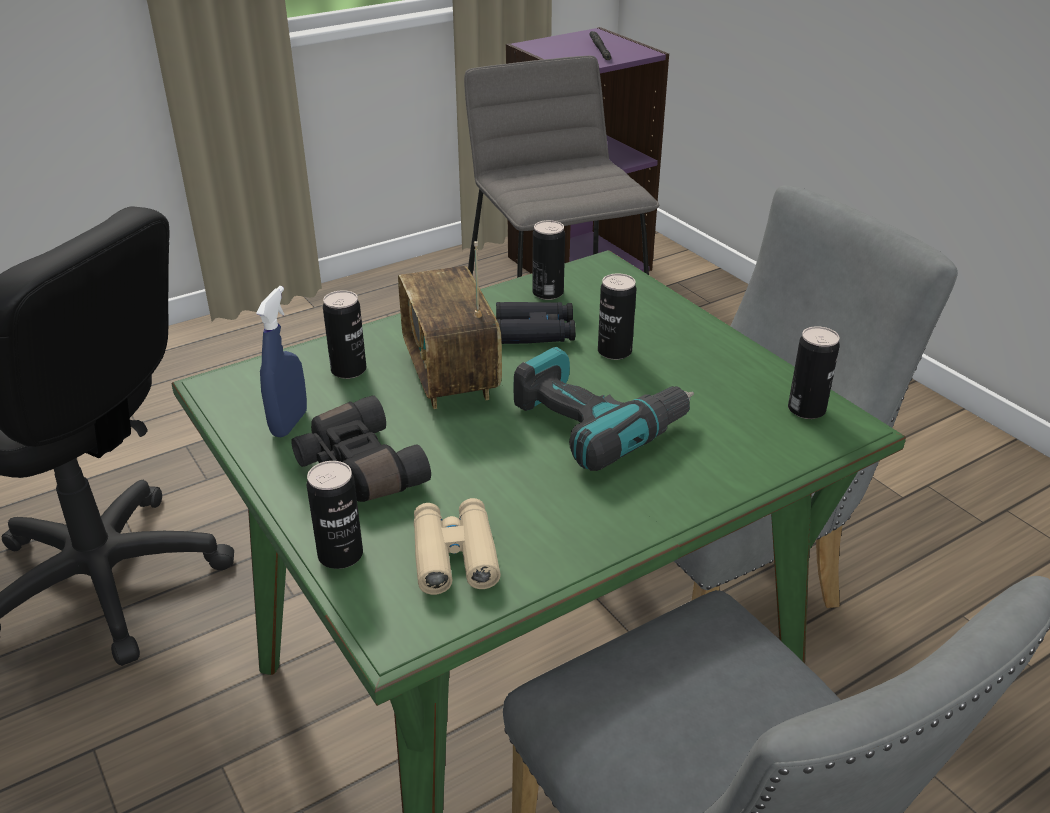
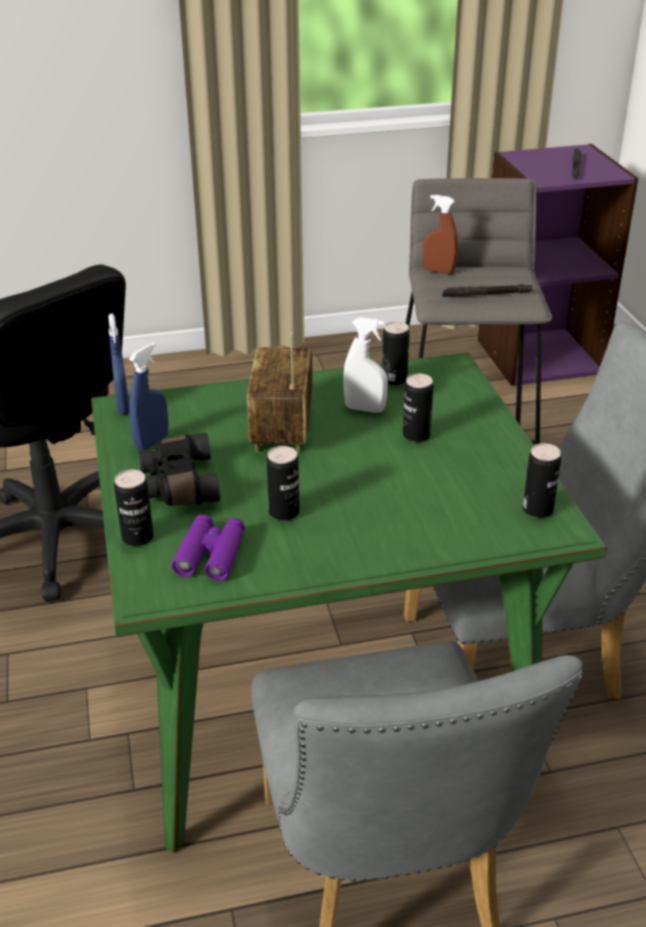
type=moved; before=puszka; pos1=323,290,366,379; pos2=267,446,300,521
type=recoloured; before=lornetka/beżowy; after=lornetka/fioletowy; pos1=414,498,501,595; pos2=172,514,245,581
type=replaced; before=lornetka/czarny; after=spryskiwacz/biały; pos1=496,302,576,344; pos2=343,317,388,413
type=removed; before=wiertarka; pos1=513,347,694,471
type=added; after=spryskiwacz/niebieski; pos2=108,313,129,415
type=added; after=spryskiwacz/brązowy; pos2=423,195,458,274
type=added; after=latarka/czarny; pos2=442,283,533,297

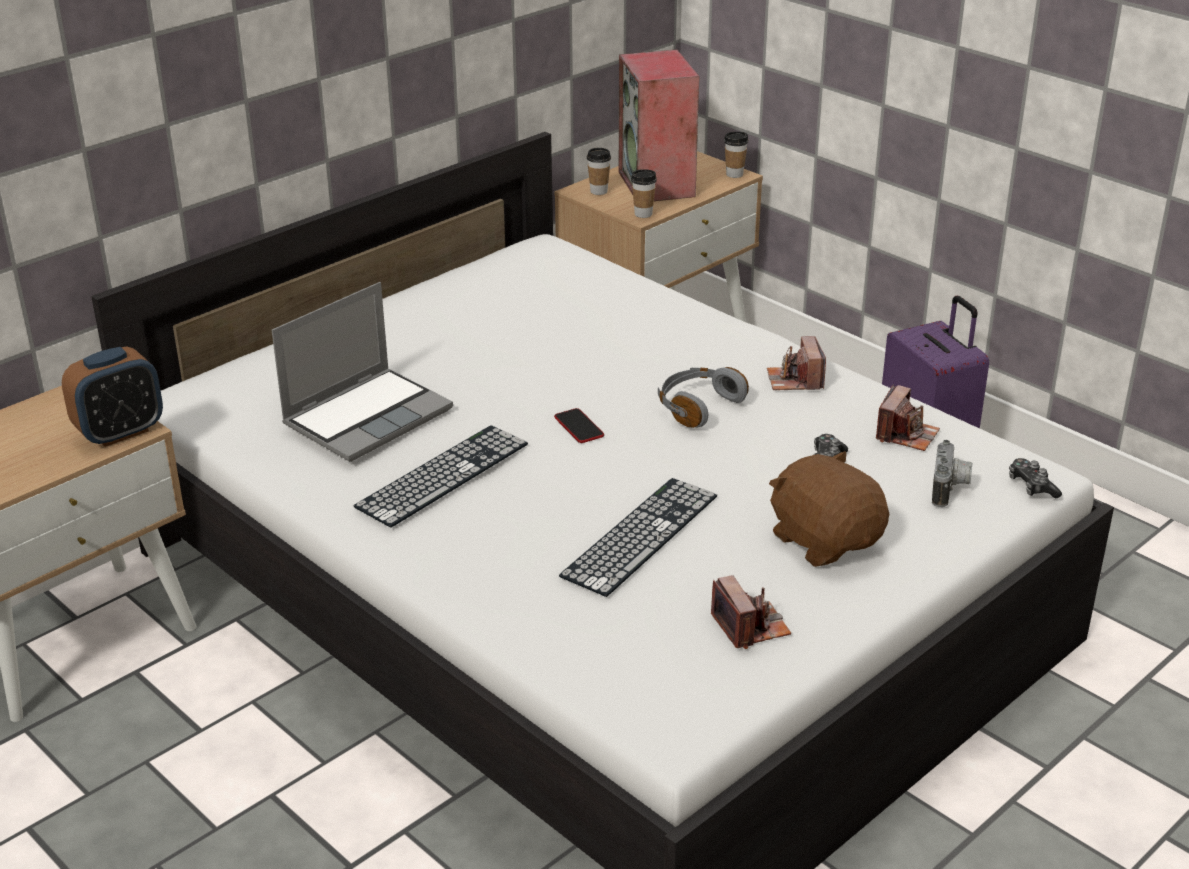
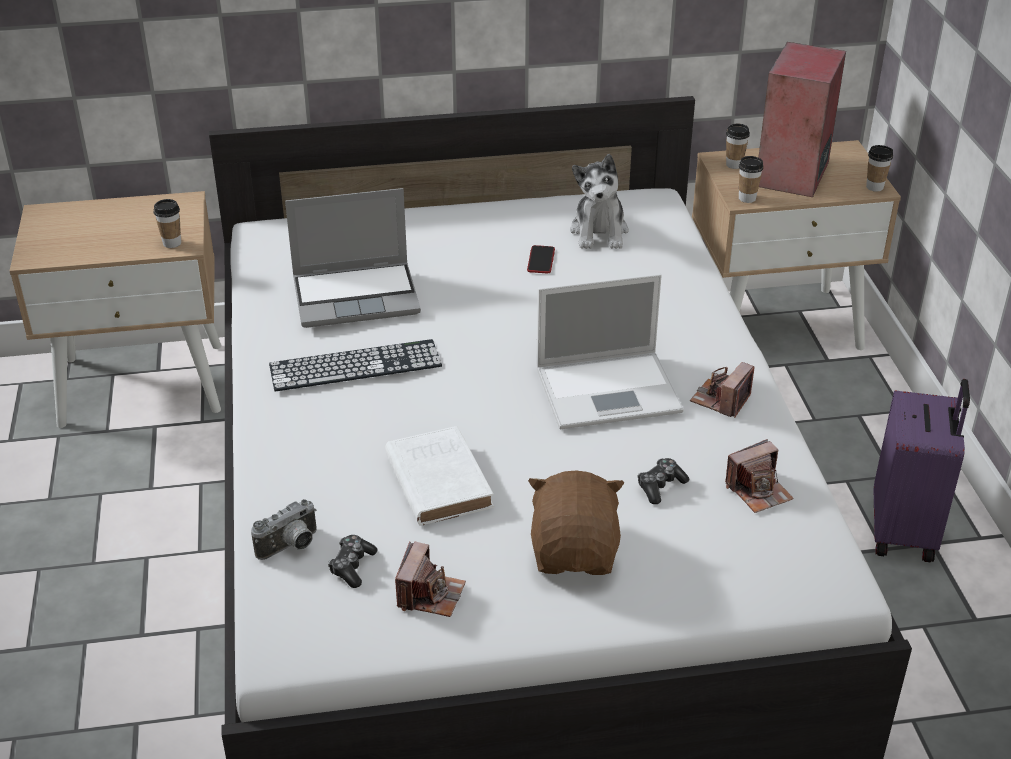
type=replaced; before=budzik; after=filiżanka; pos1=62,347,163,447; pos2=153,199,181,248
type=moved; before=telefon; pos1=554,408,604,443; pos2=527,245,555,273
type=replaced; before=klawiatura; after=książka/biały; pos1=559,478,717,597; pos2=385,426,494,526
type=replaced; before=słuchawki/szary; after=laptop; pos1=658,367,749,428; pos2=536,273,684,429
type=moved; before=aparat fotograficzny; pos1=932,440,972,507; pos2=251,499,317,560
type=moved; before=pad do gier; pos1=1009,458,1062,498; pos2=328,535,377,588
type=added; after=pluszak; pos2=570,154,629,249

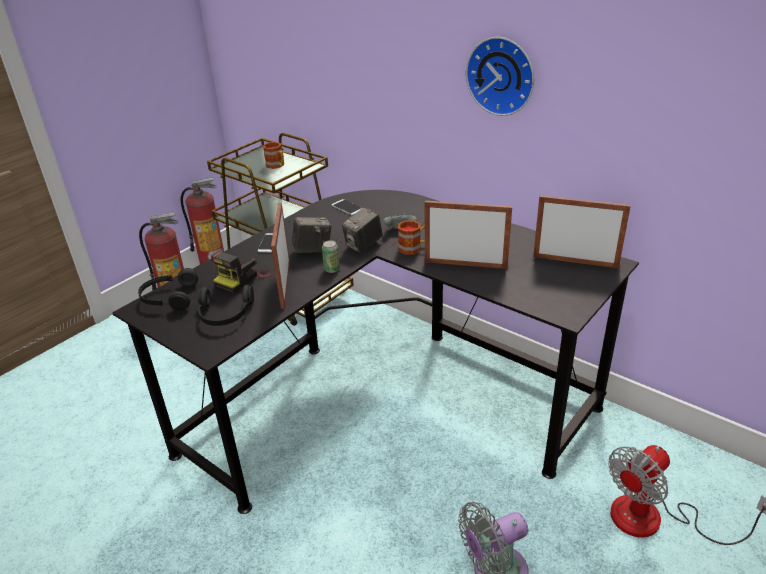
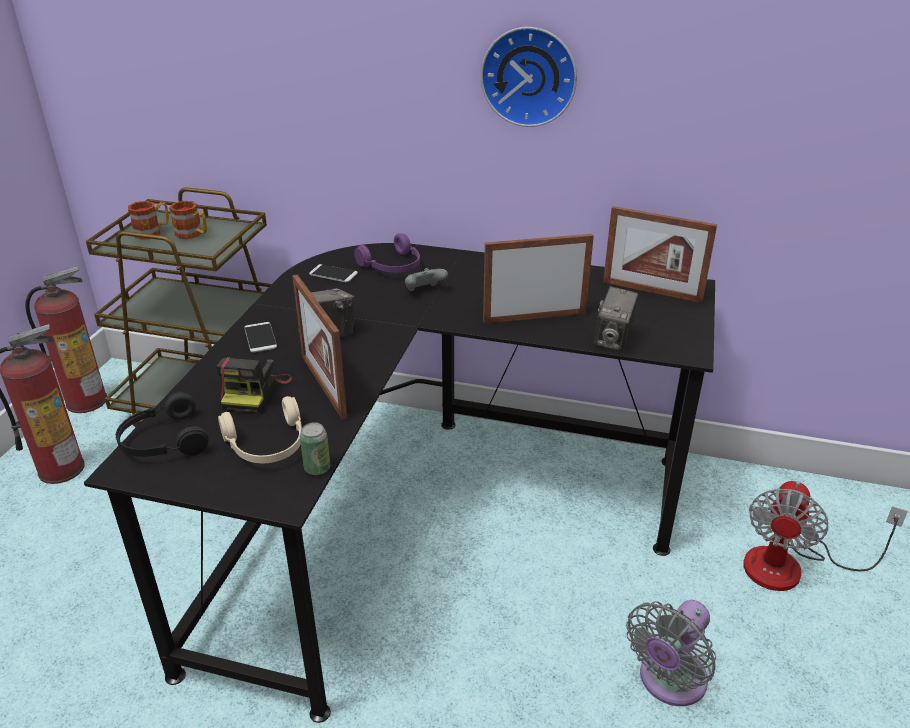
type=recoloured; before=słuchawki/czarny; after=słuchawki/beżowy; pos1=198,285,254,326; pos2=218,396,302,463
type=moved; before=puszka; pos1=322,240,340,273; pos2=300,422,330,475
type=moved; before=aparat fotograficzny; pos1=342,207,383,253; pos2=594,286,639,352
type=moved; before=kubek; pos1=398,220,425,255; pos2=128,201,169,240
type=turned; before=ramka na zdjęcie; pos1=533,195,631,268; pos2=603,206,717,303; turn=-150
type=added; after=słuchawki/fioletowy; pos2=354,233,420,273

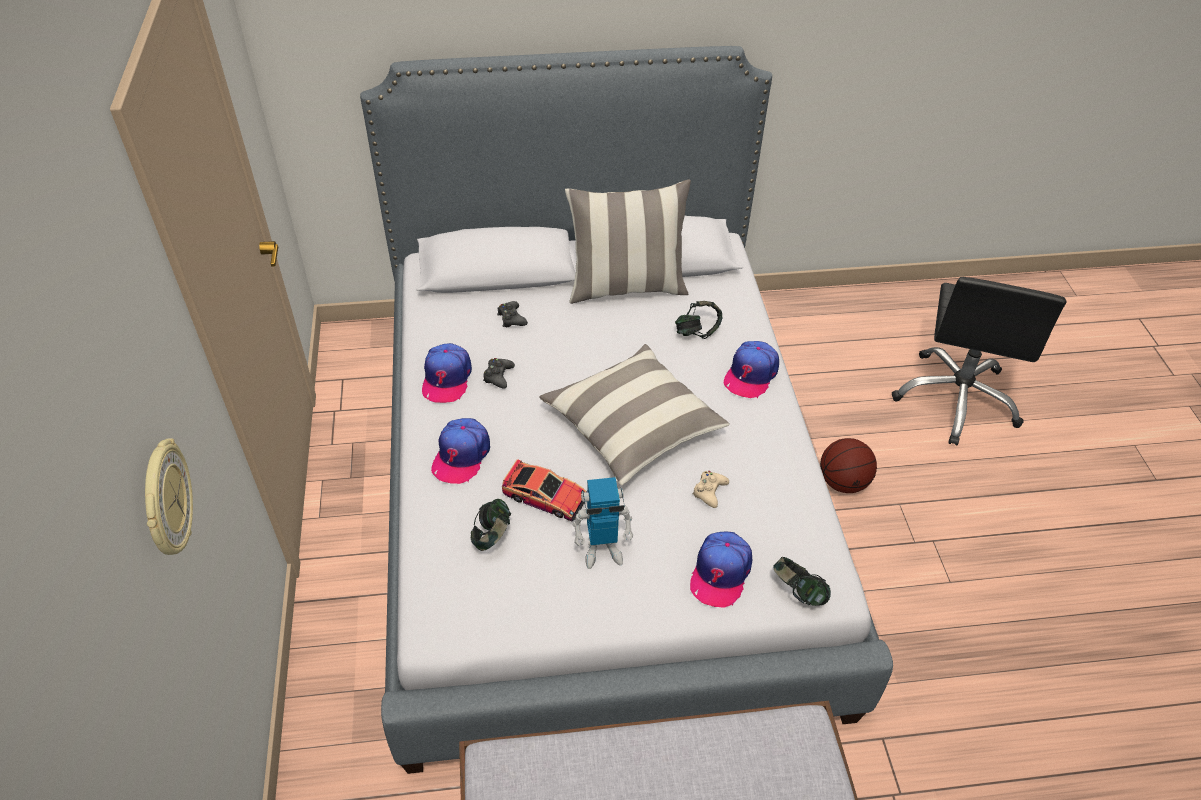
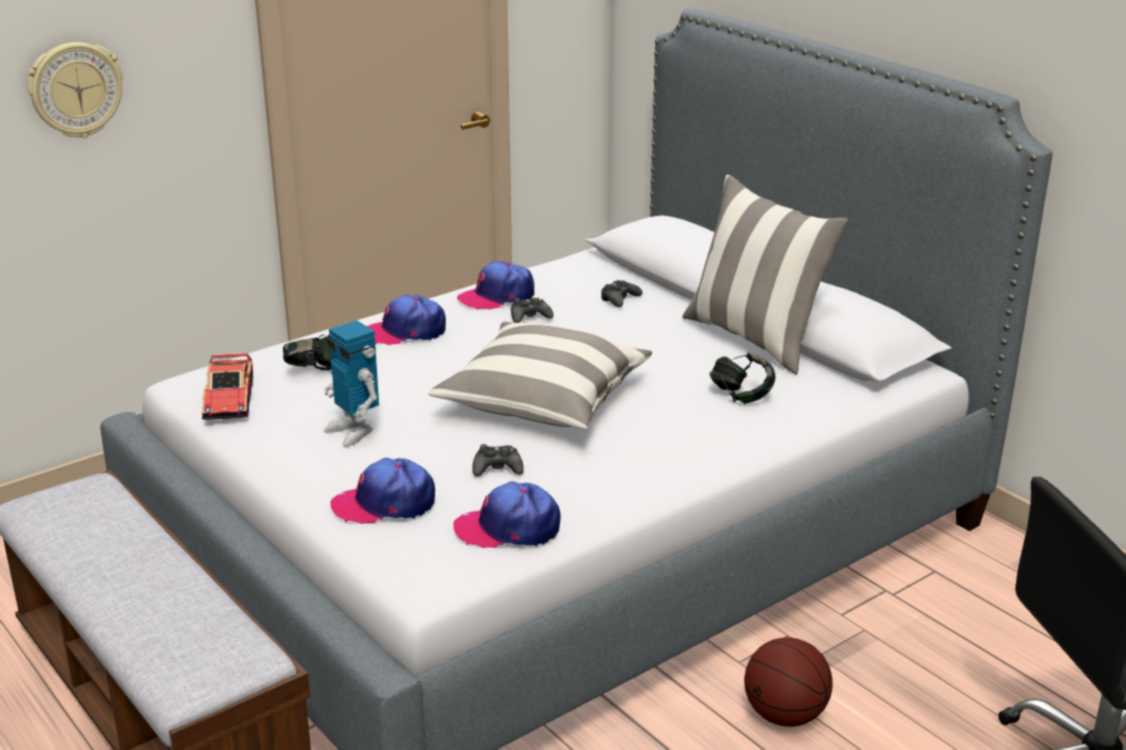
type=moved; before=samochodzik; pos1=502,459,587,521; pos2=202,353,253,420
type=recoloured; before=pad do gier/beżowy; after=pad do gier/czarny; pos1=693,471,729,508; pos2=472,444,524,476
type=moved; before=czapka z daszkiem; pos1=724,341,779,398; pos2=454,481,561,548
type=removed; before=słuchawki; pos1=773,557,831,606

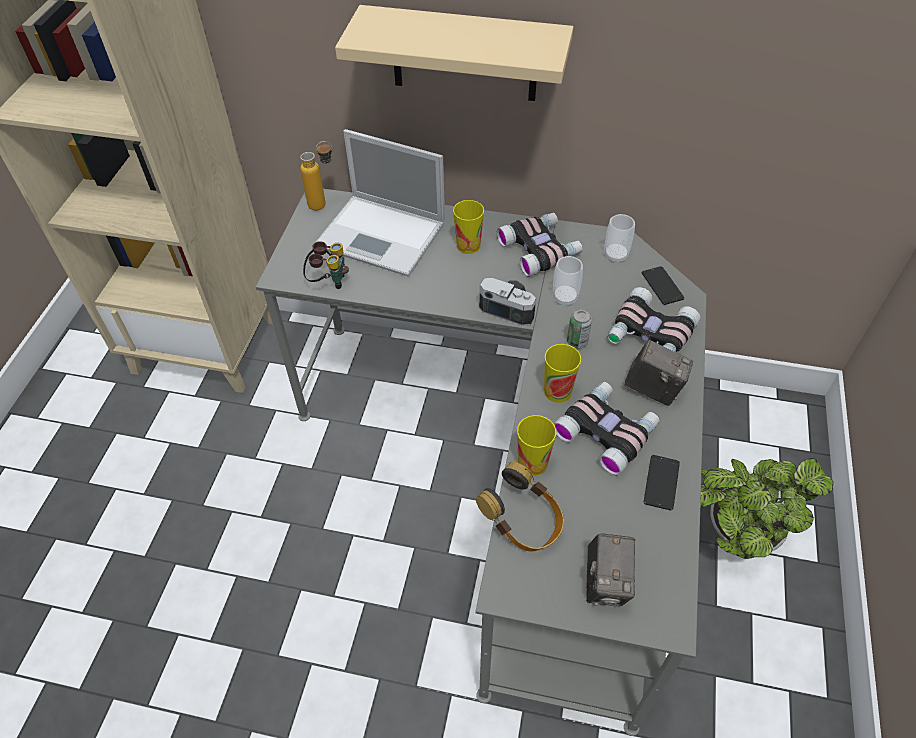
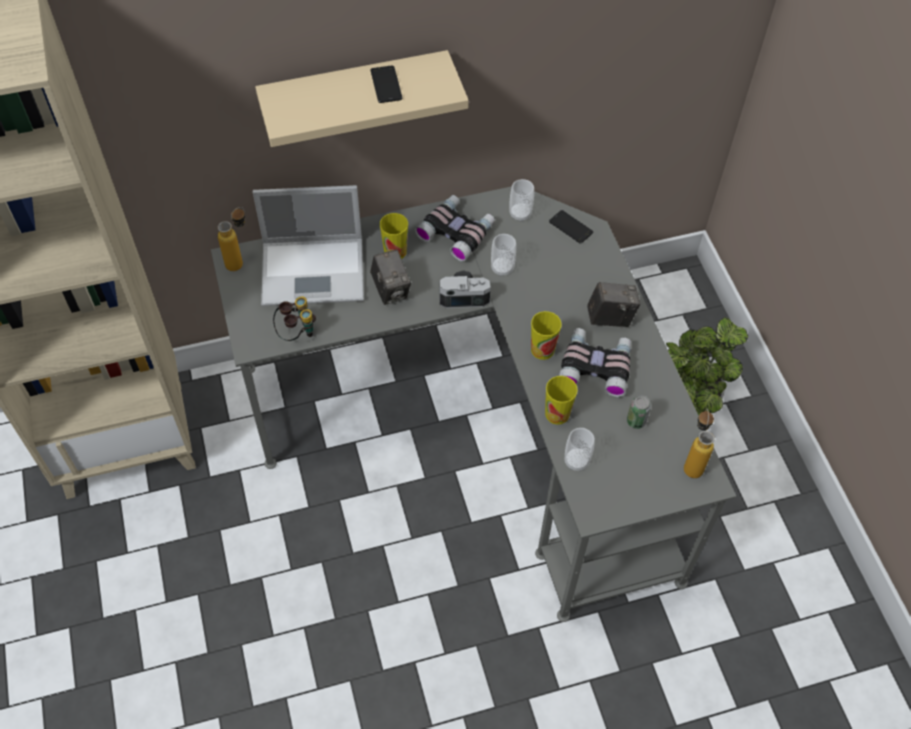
type=replaced; before=słuchawki; after=filiżanka; pos1=476,462,564,551; pos2=565,428,595,471
type=moved; before=puszka; pos1=567,309,592,349; pos2=627,395,651,429
type=moved; before=aparat fotograficzny; pos1=586,533,635,606; pos2=370,249,411,305
type=removed; before=lornetka; pos1=608,287,701,352
type=moved; before=telefon; pos1=644,455,680,511; pos2=371,65,402,103
type=added; after=butelka; pos2=684,409,715,478

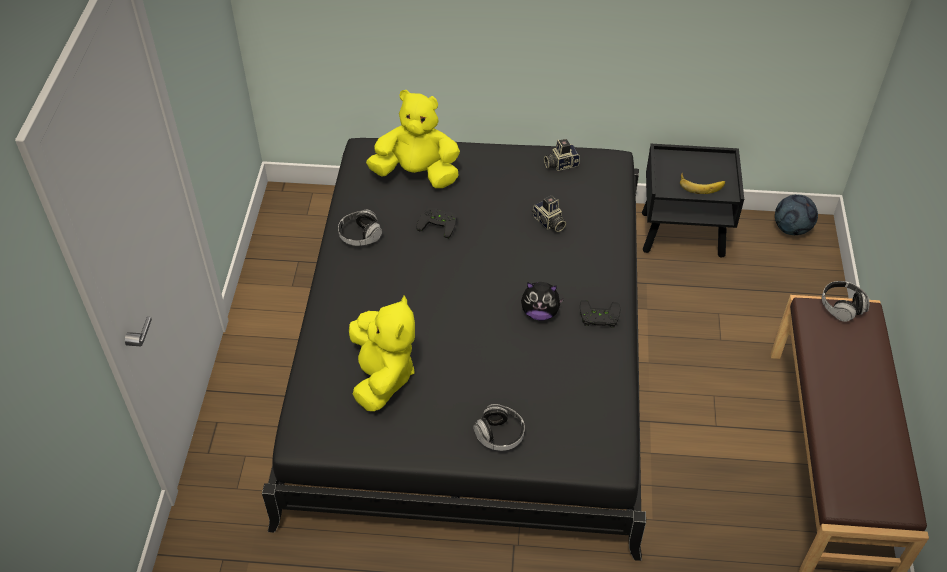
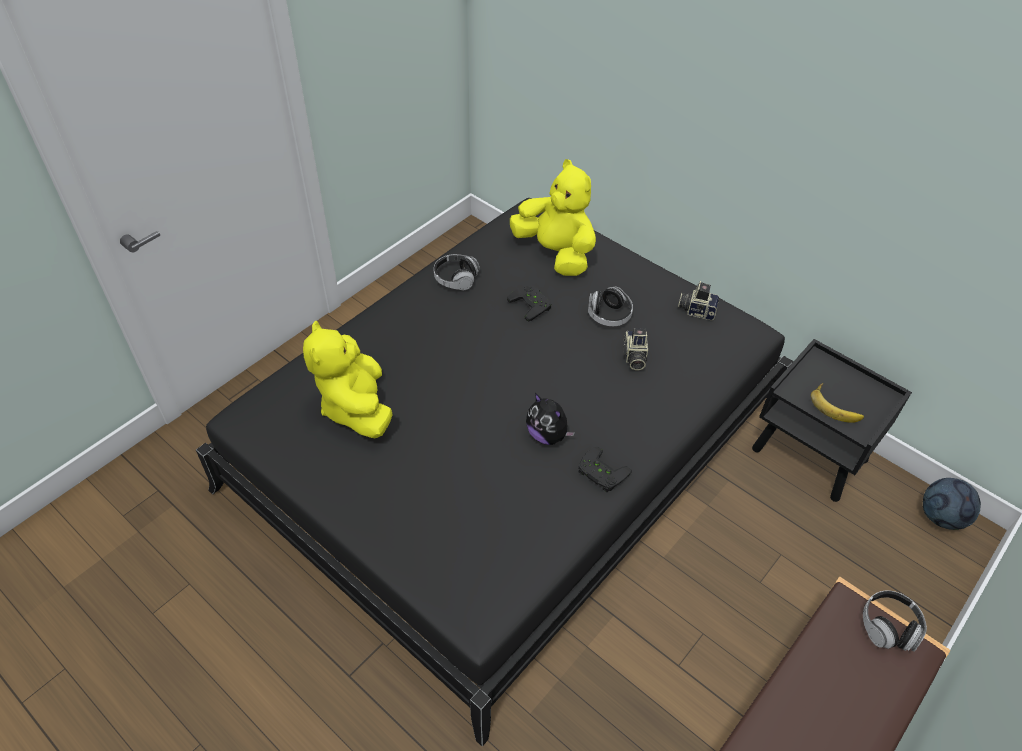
type=turned; before=pluszak/żółty; pos1=349,295,415,411; pos2=303,321,393,438; turn=135
type=moved; before=słuchawki; pos1=473,404,525,451; pos2=588,287,633,326

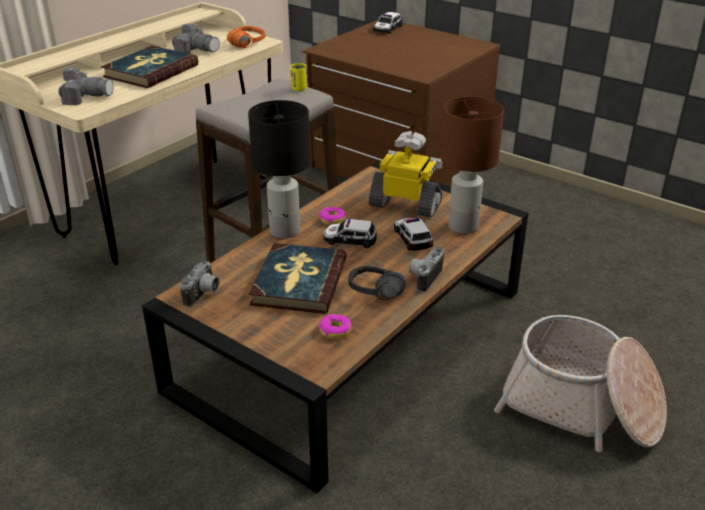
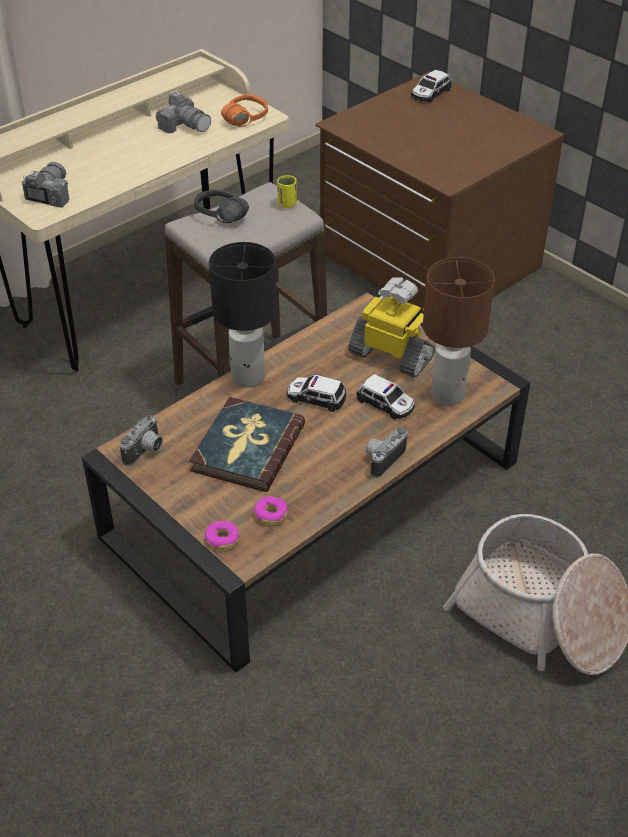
type=turned; before=aparat fotograficzny; pos1=58,68,114,105; pos2=22,162,69,208; turn=-90
type=removed; before=książka; pos1=101,46,198,88
type=moved; before=donut; pos1=319,207,346,225; pos2=205,521,239,550
type=moved; before=słuchawki/czarny; pos1=348,266,406,300; pos2=194,189,249,223
type=turned; before=samochodzik; pos1=394,218,433,251; pos2=357,374,415,419; turn=135

